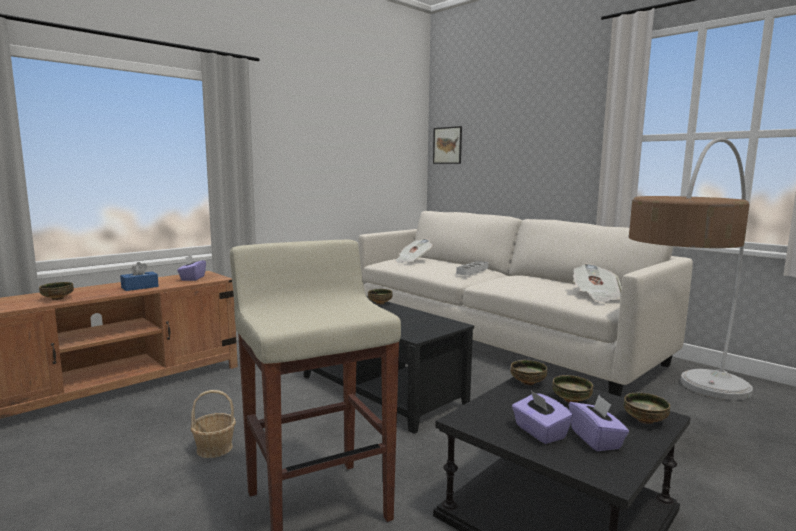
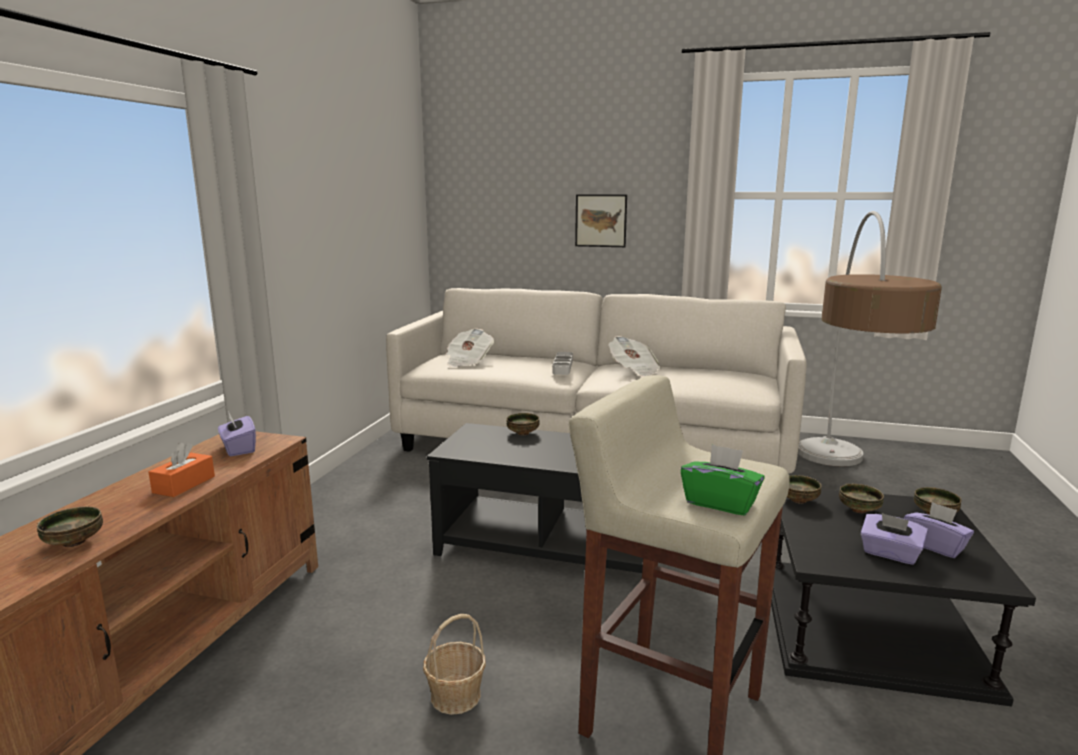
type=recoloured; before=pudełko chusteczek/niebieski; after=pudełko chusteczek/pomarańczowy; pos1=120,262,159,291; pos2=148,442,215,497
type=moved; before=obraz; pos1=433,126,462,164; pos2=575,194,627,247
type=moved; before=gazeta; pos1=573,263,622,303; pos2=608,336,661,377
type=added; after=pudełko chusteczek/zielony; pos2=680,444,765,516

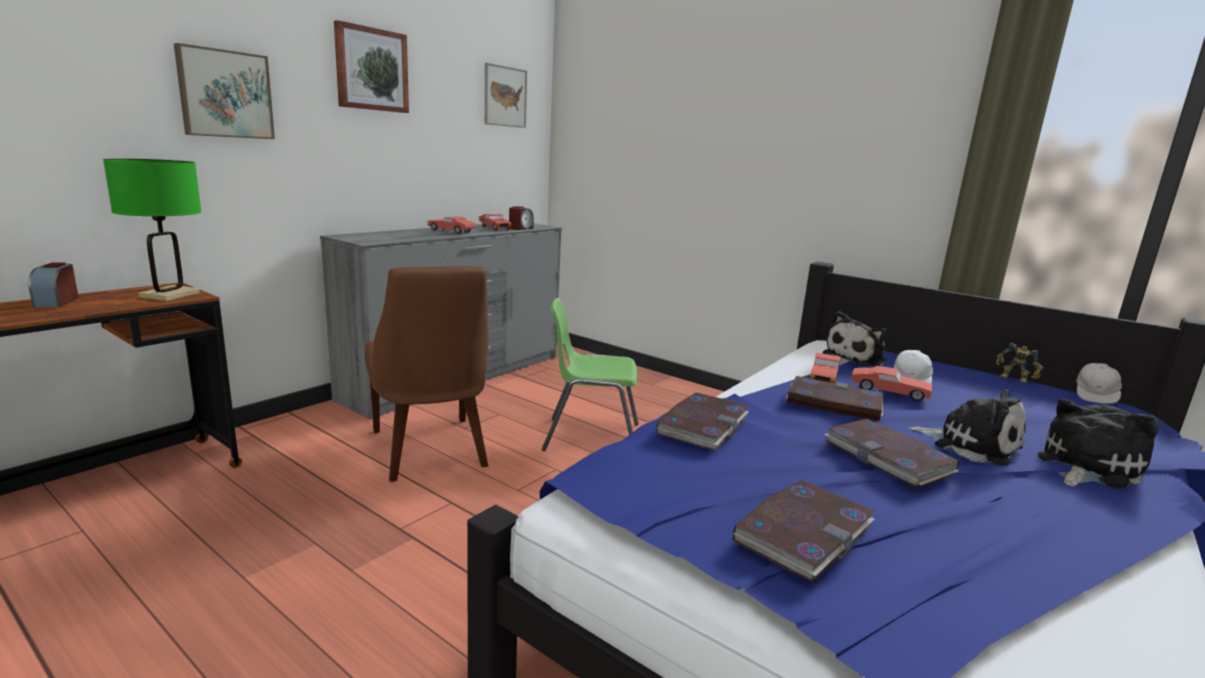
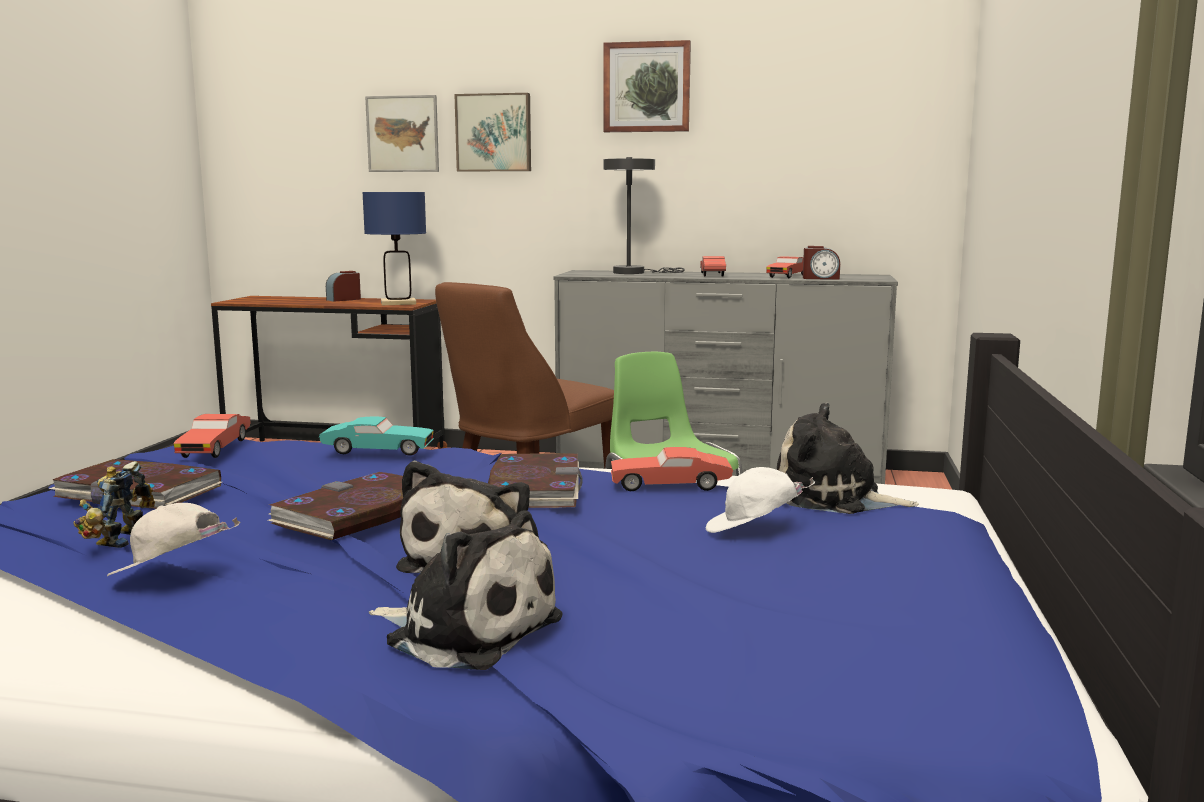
type=recoloured; before=lampa stołowa/zielony; after=lampa stołowa/niebieski; pos1=103,159,202,301; pos2=362,192,426,305
type=moved; before=obraz; pos1=485,63,527,128; pos2=365,95,439,172
type=replaced; before=książka; after=samochodzik/turkusowy; pos1=656,393,749,450; pos2=319,417,434,456
type=moved; before=samochodzik/czerwony; pos1=851,366,932,401; pos2=174,414,251,458
type=moved; before=robot zabawkowy; pos1=996,343,1043,383; pos2=73,461,155,548
type=moved; before=czapka z daszkiem/biały; pos1=1076,362,1122,404; pos2=107,503,240,576
type=added; after=lampa stołowa/szary; pos2=603,157,685,274

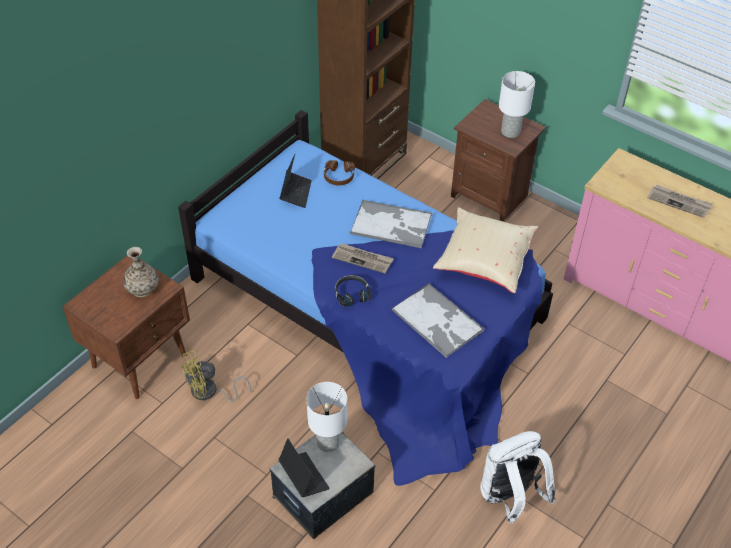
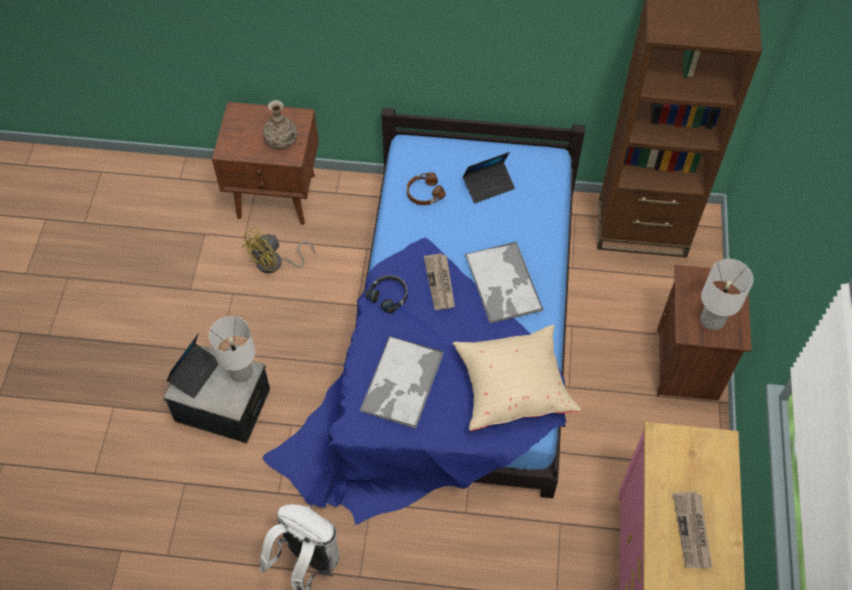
type=turned; before=wentylator/żółty; pos1=181,351,251,402; pos2=242,227,315,273; turn=-75
type=moved; before=słuchawki/brązowy; pos1=324,160,355,185; pos2=407,172,446,205

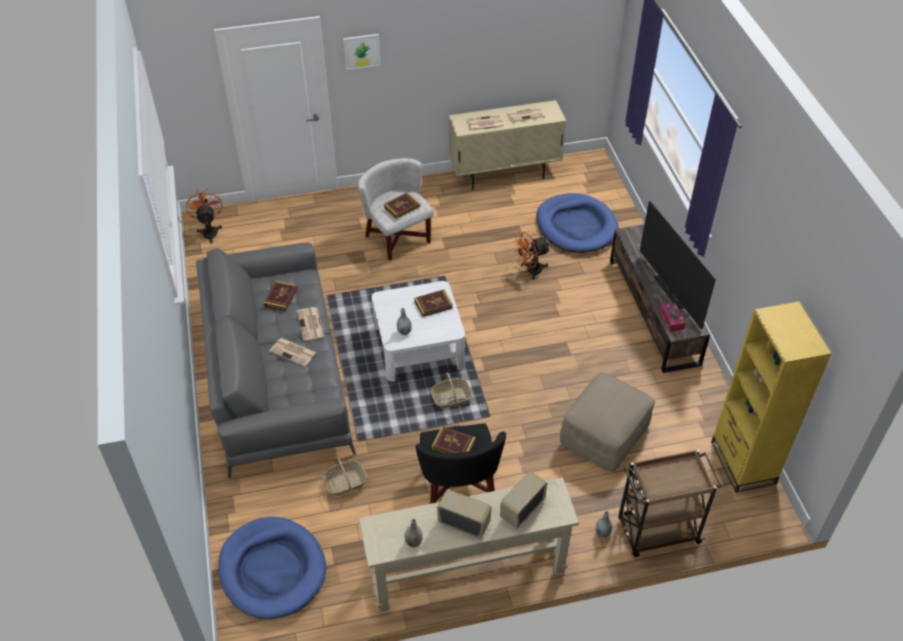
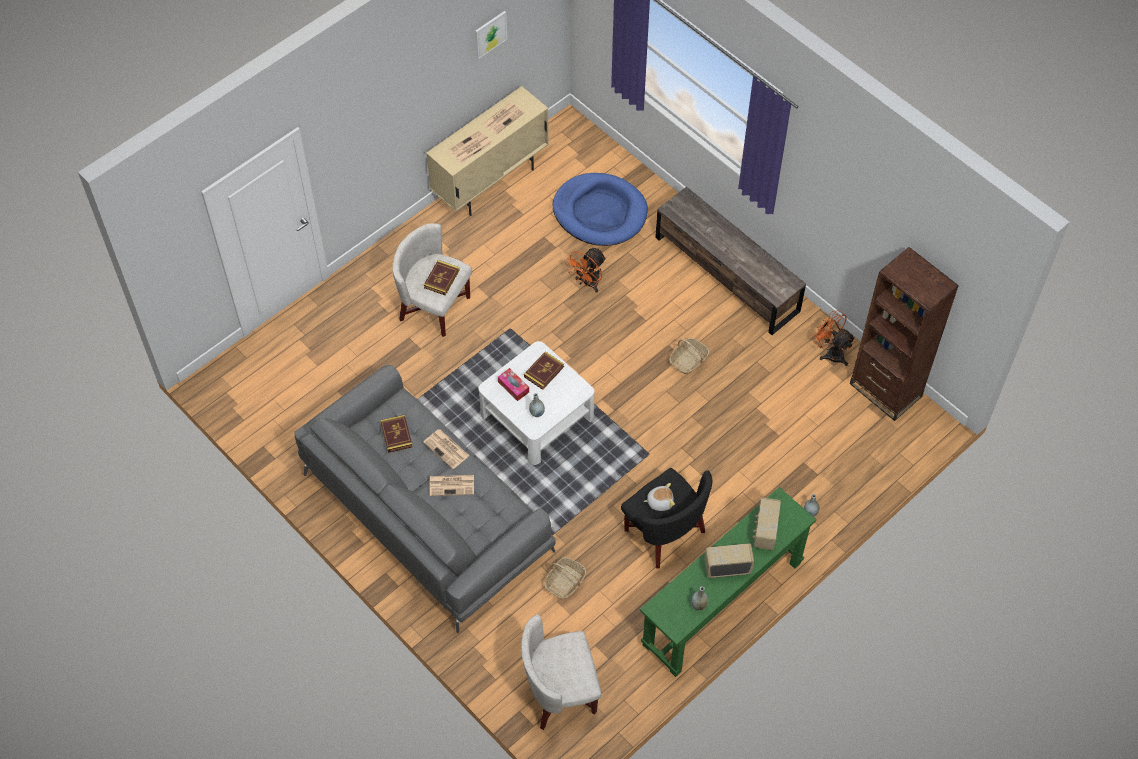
type=moved; before=wentylator/pomarańczowy; pos1=186,189,222,243; pos2=812,310,855,366
type=replaced; before=legowisko/niebieski; after=fotel/biały; pos1=218,517,326,619; pos2=521,614,601,730
type=moved; before=obraz; pos1=343,34,381,70; pos2=475,11,507,59
type=recoloured; before=stolik konsolowy/beżowy; after=stolik konsolowy/zielony; pos1=359,477,579,612; pos2=640,487,816,677
type=moved; before=koszyk; pos1=431,373,472,409; pos2=669,338,710,374
type=replaced; before=książka; after=pluszak; pos1=432,426,476,453; pos2=644,483,675,511
type=removed; before=pufa/beżowy; pos1=560,372,655,472
type=removed; before=wózek/brązowy; pos1=618,449,722,557
type=removed; before=telewizor; pos1=640,201,716,329
type=moved; before=pudełko chusteczek; pos1=660,303,685,332; pos2=498,368,529,401
type=recoloured; before=regał/żółty; after=regał/brązowy; pos1=711,302,832,493; pos2=850,247,959,421

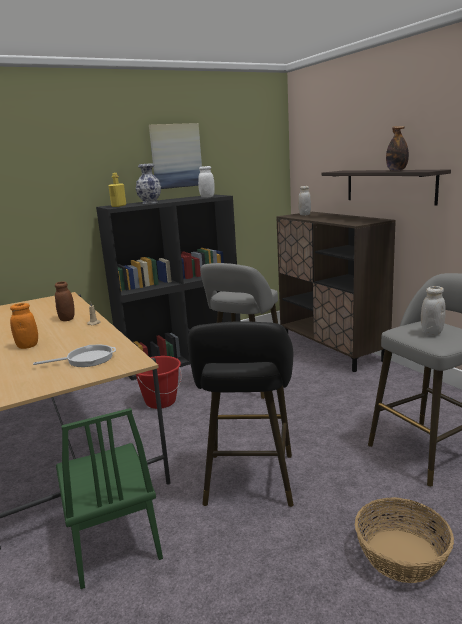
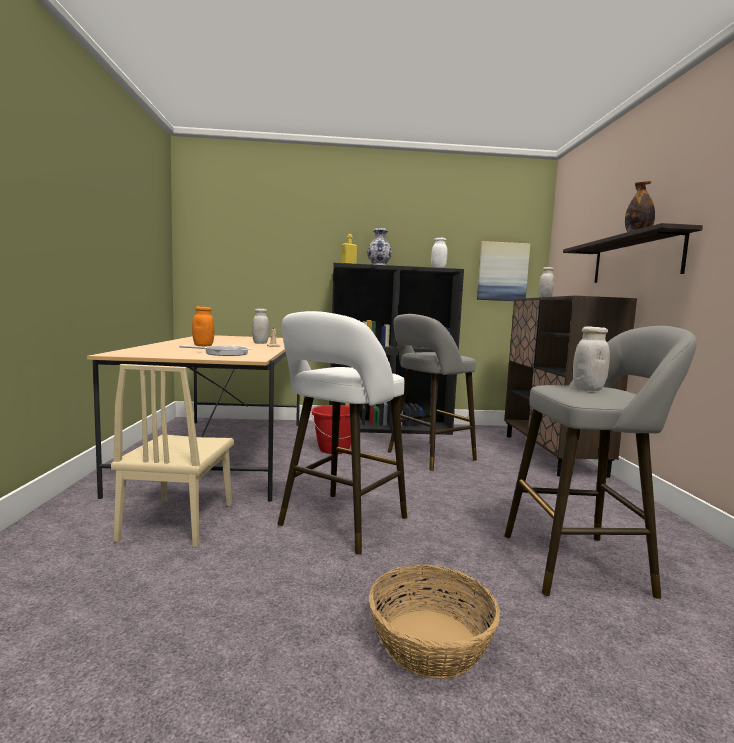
type=recoloured; before=słoik/brązowy; after=słoik/biały; pos1=55,282,75,321; pos2=252,308,269,344
type=recoloured; before=krzesło/zielony; after=krzesło/beżowy; pos1=56,408,163,589; pos2=111,364,234,547
type=moved; before=obraz; pos1=149,123,202,189; pos2=477,241,530,301
type=recoloured; before=stołek/czarny; after=stołek/biały; pos1=188,321,294,507; pos2=278,311,407,554

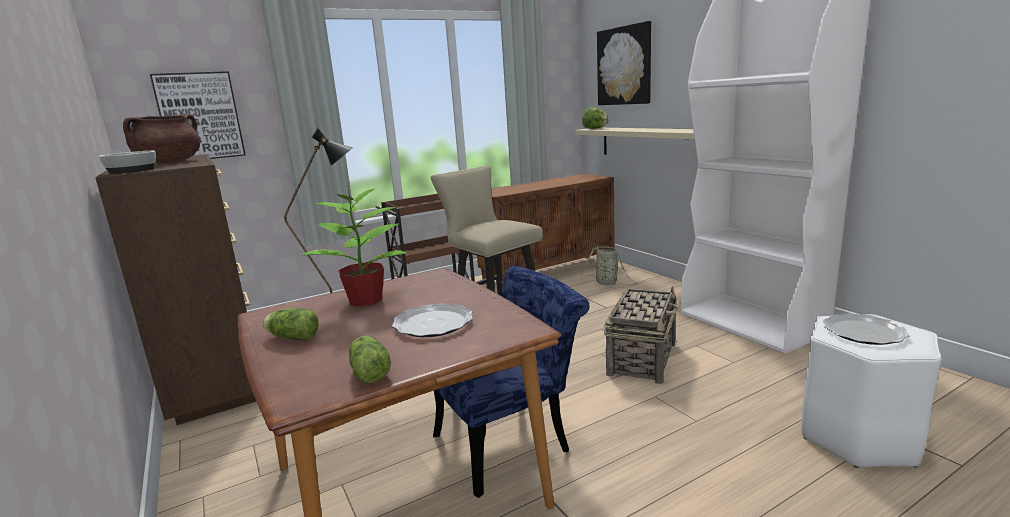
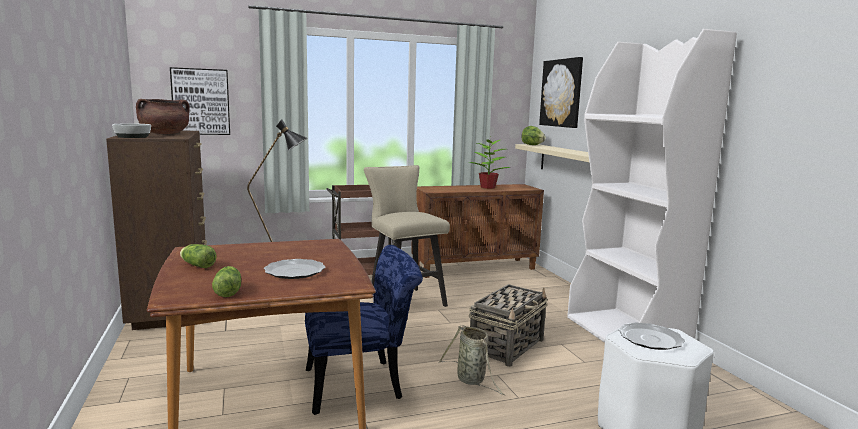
type=moved; before=roślina doniczkowa; pos1=301,184,406,307; pos2=469,137,511,189
type=moved; before=koszyk; pos1=581,246,638,286; pos2=439,325,505,395

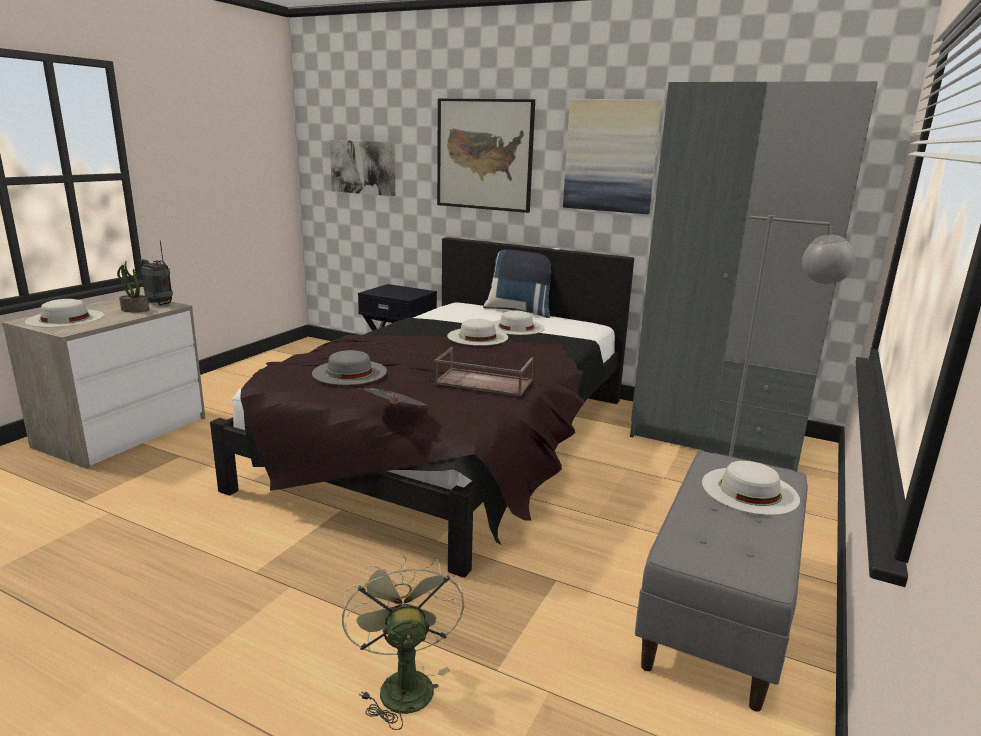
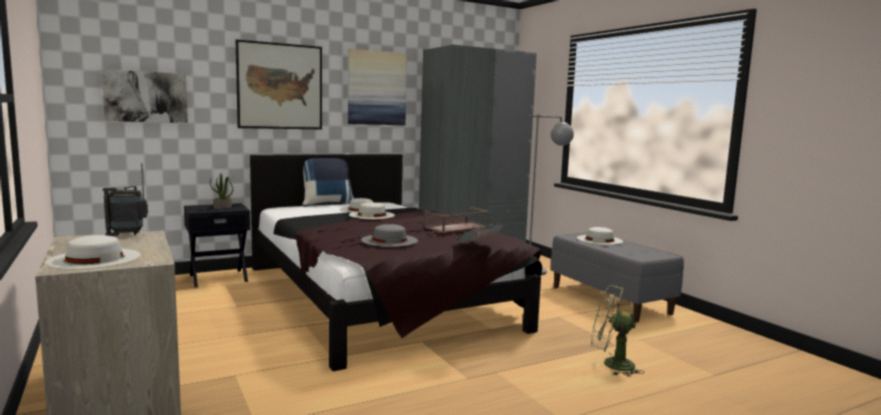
type=moved; before=roślina doniczkowa; pos1=117,261,149,312; pos2=210,173,233,209

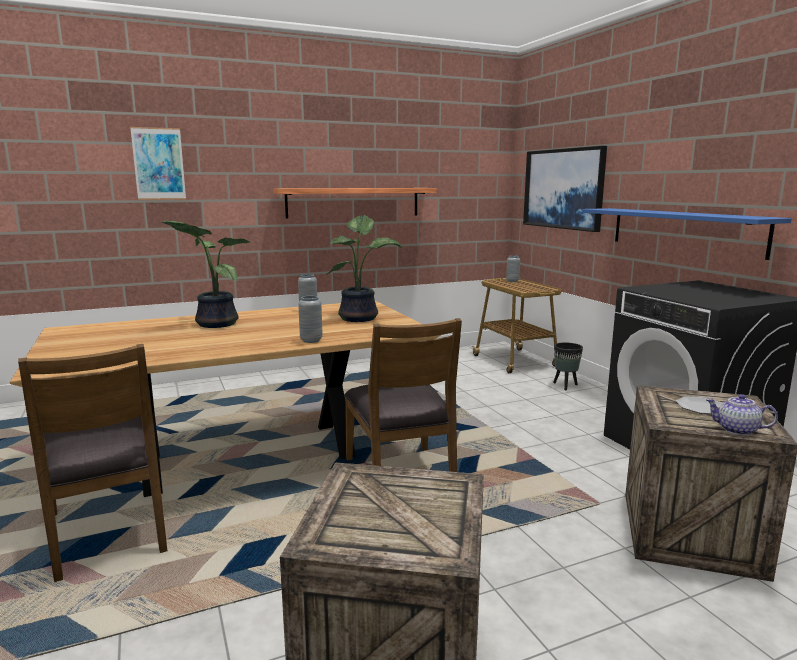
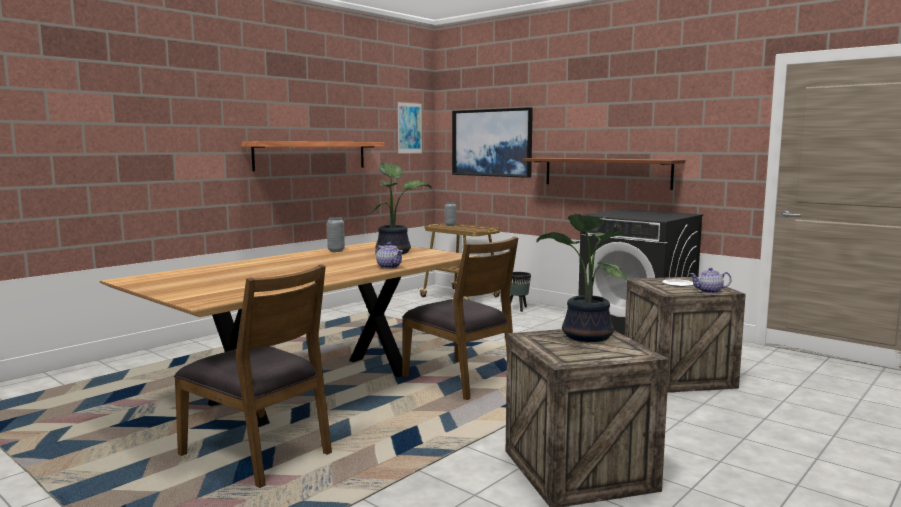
type=moved; before=obraz; pos1=130,127,186,200; pos2=397,101,422,154
type=moved; before=roślina doniczkowa; pos1=162,220,250,328; pos2=537,214,630,342
type=replaced; before=wazon/szary; after=imbryk; pos1=298,296,323,343; pos2=375,242,403,269
type=recoloured; before=półka/niebieski; after=półka/brązowy; pos1=582,208,792,260; pos2=523,158,685,190

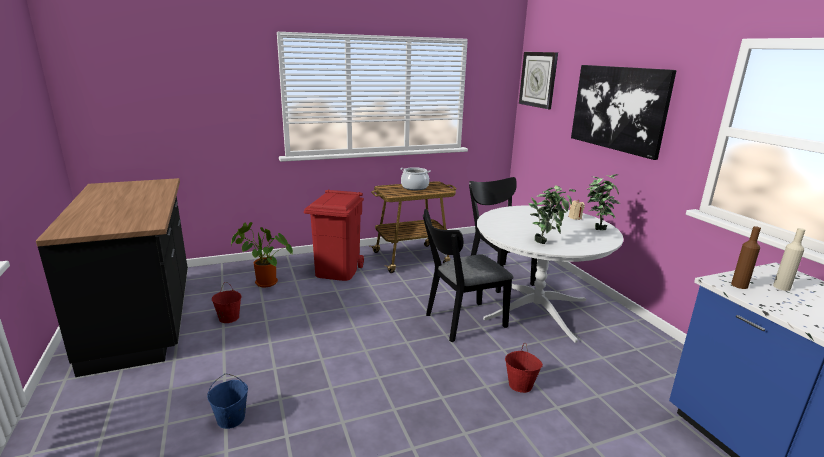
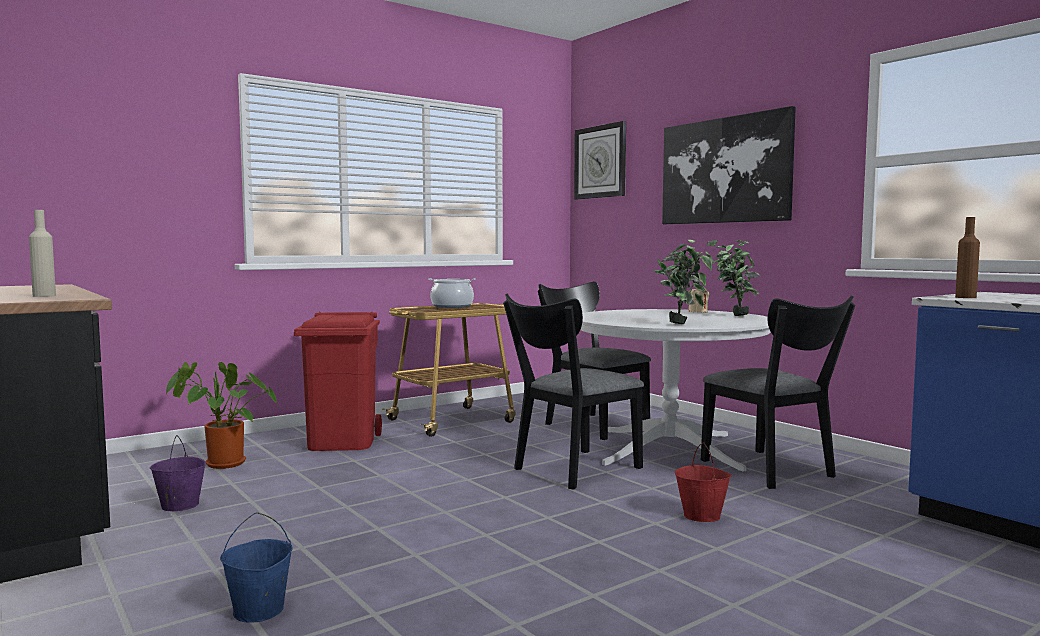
type=recoloured; before=wiadro/czerwony; after=wiadro/fioletowy; pos1=212,282,242,323; pos2=150,435,206,511
type=moved; before=butelka/beżowy; pos1=773,228,805,291; pos2=29,210,56,297
type=added; after=krzesło/czarny; pos2=701,296,855,489

